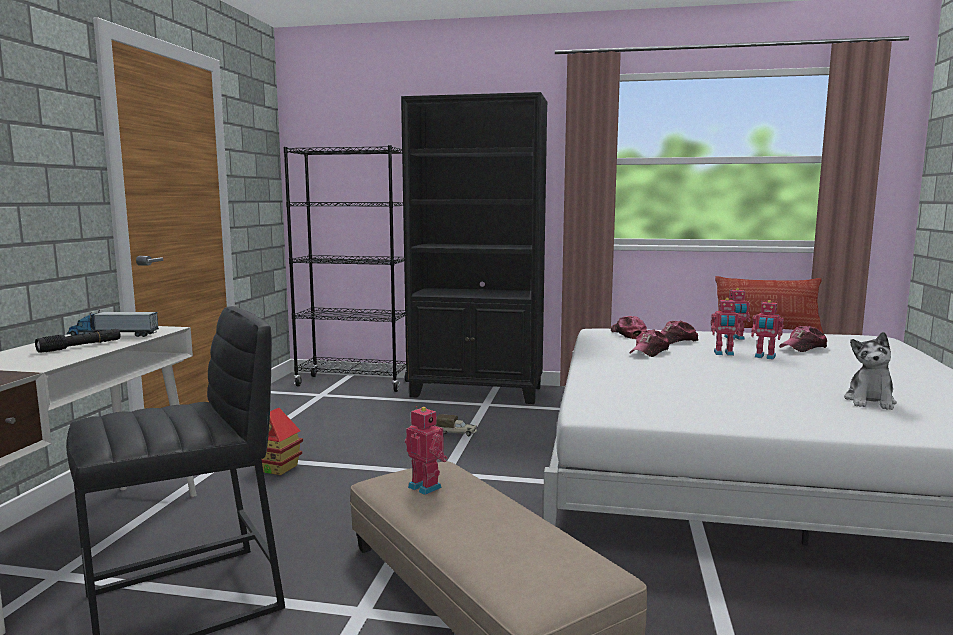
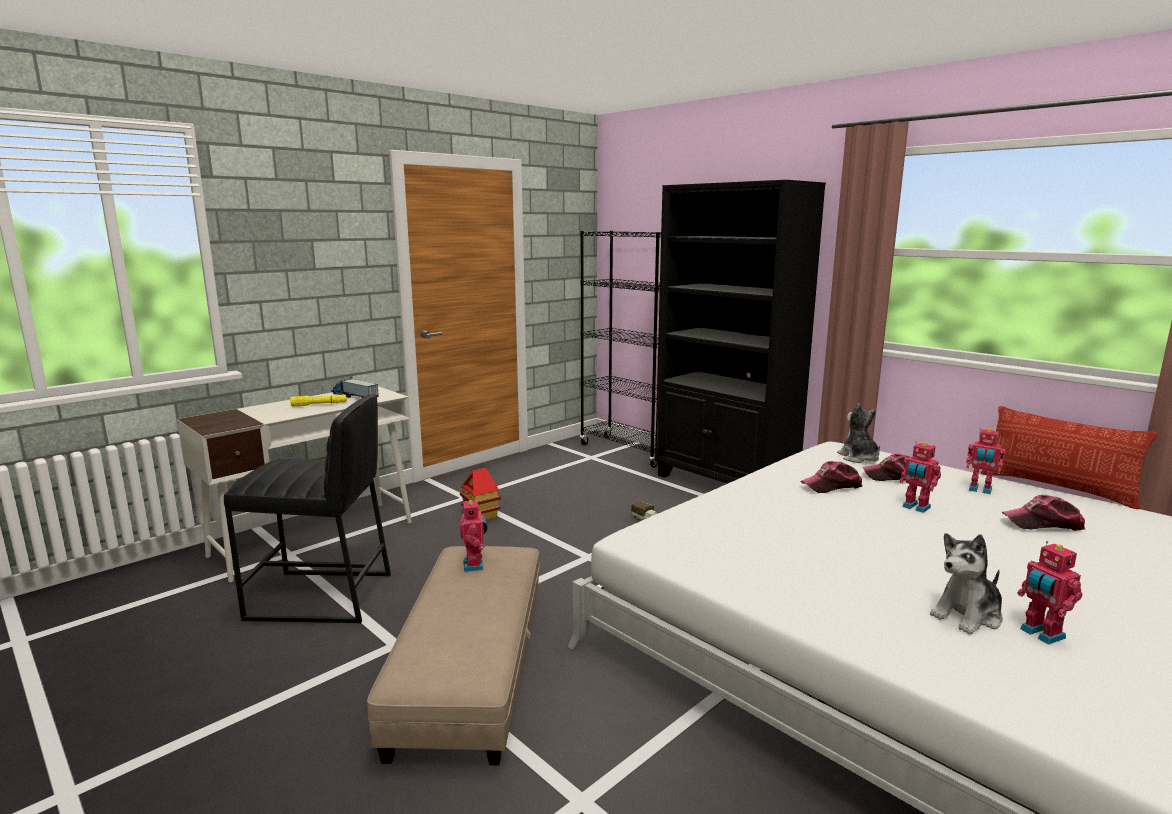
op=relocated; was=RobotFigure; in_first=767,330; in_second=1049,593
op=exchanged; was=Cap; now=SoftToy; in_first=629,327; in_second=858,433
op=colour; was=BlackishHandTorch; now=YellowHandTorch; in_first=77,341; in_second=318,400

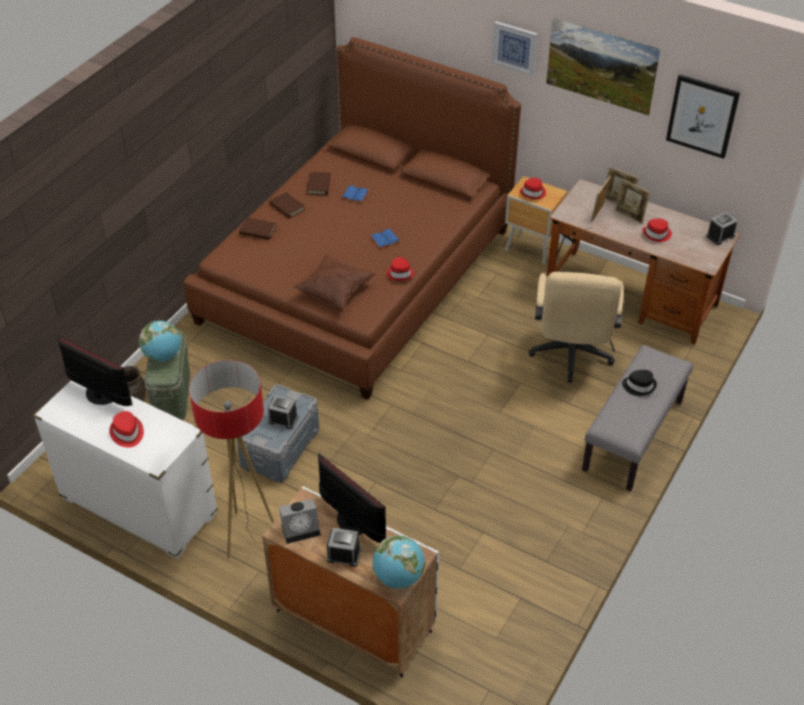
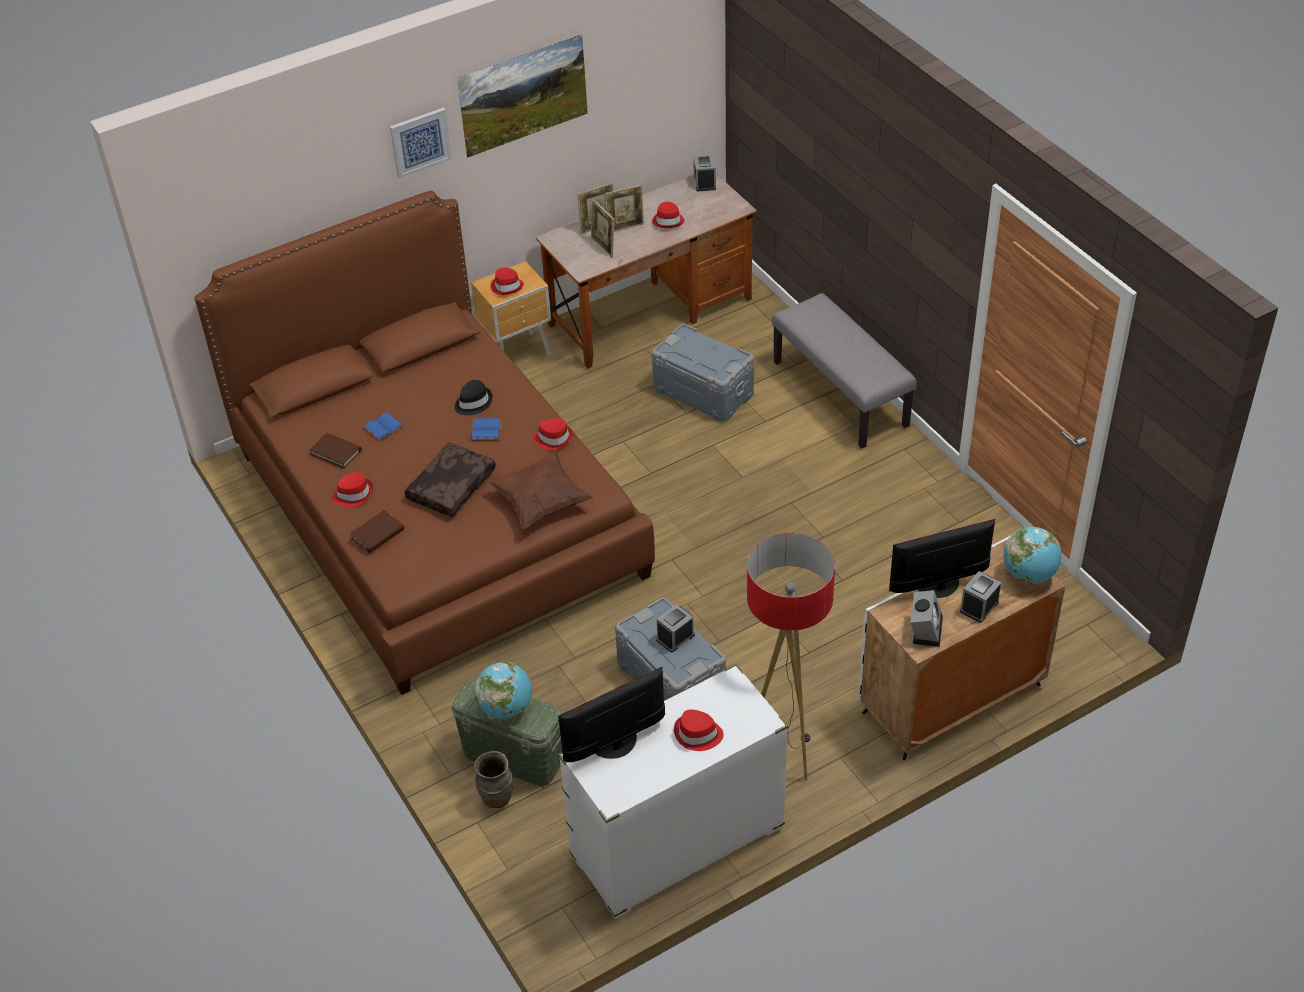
op=missing; was=WallPicture; in_first=703,116
op=appeared; now=BrownPillow; in_second=450,479
op=relocated; was=BlackishHat; in_first=639,383; in_second=473,397
op=exchanged; was=BrownBoundBook; now=ReddishHat; in_first=287,205; in_second=352,489
op=exchanged; was=SandColouredDeskChair; now=GreyStorageBox; in_first=576,327; in_second=703,373

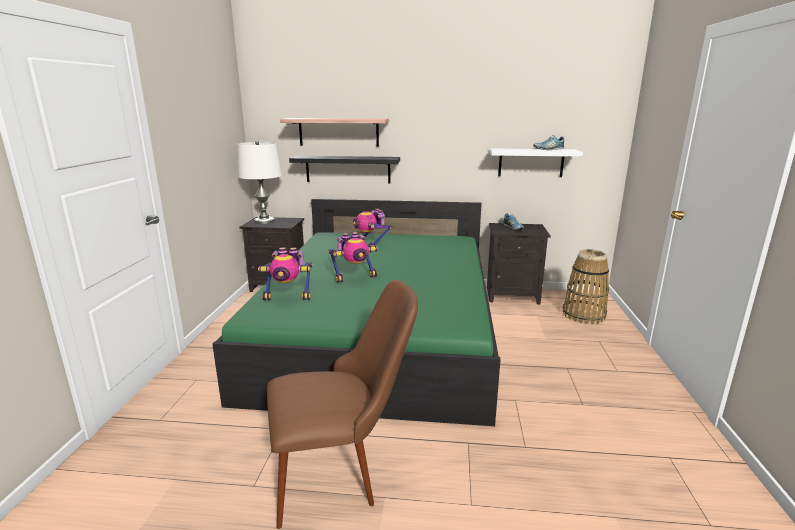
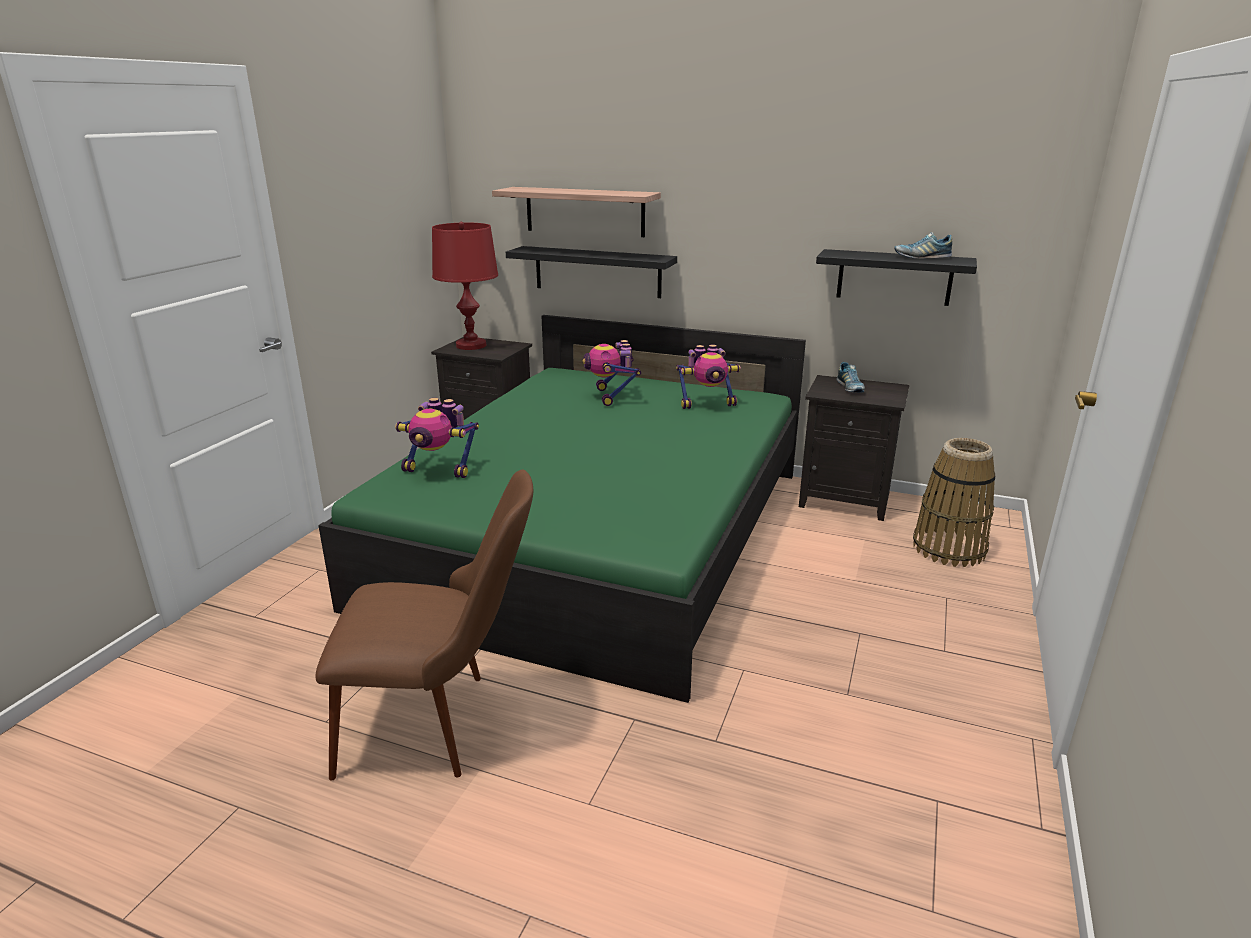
op=relocated; was=RobotFigure; in_first=353,257; in_second=708,377
op=colour; was=WhiteTableLamp; now=ReddishTableLamp; in_first=259,182; in_second=465,286
op=colour; was=WhiteShelf; now=BlackishShelf; in_first=536,162; in_second=896,277

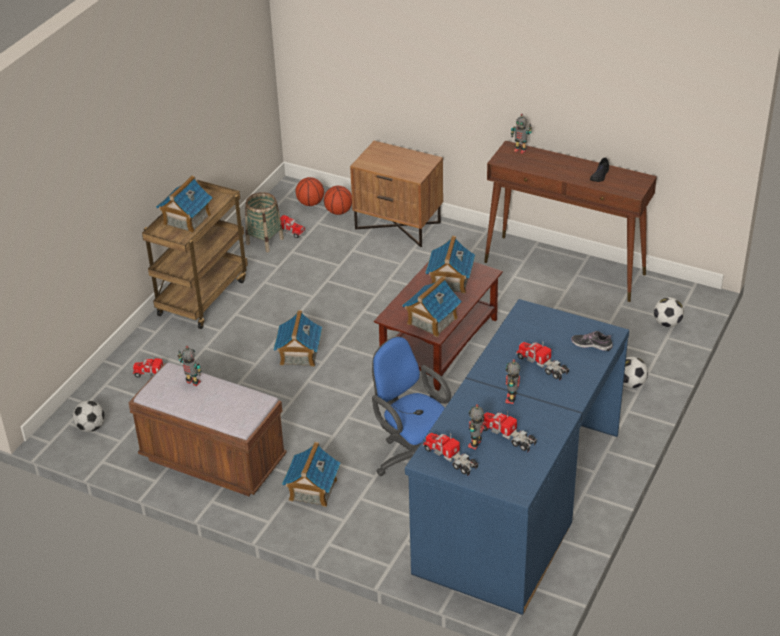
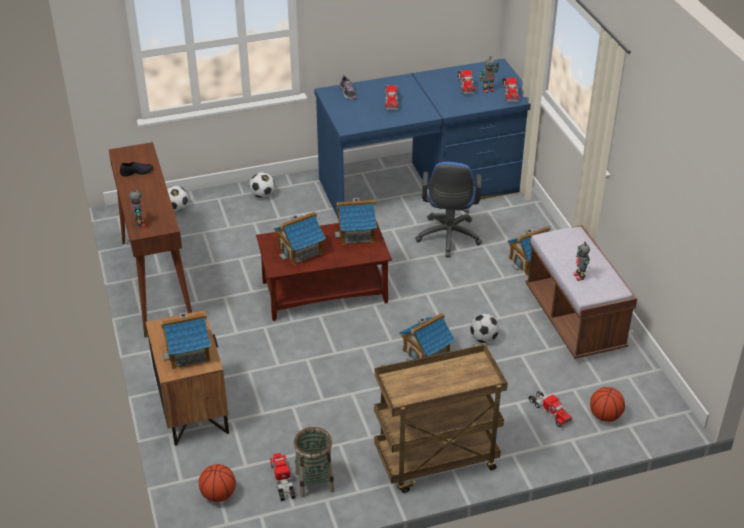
op=missing; was=RobotFigure; in_first=512,381
op=relocated; was=FootballBall; in_first=89,416; in_second=484,328
op=relocated; was=ModelHouse; in_first=184,204; in_second=186,340
op=relocated; was=BallForBasketball; in_first=338,200; in_second=607,404

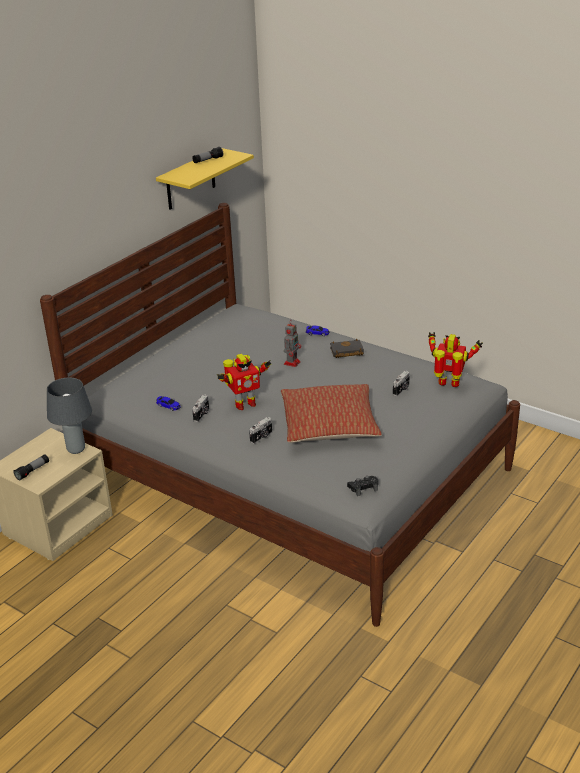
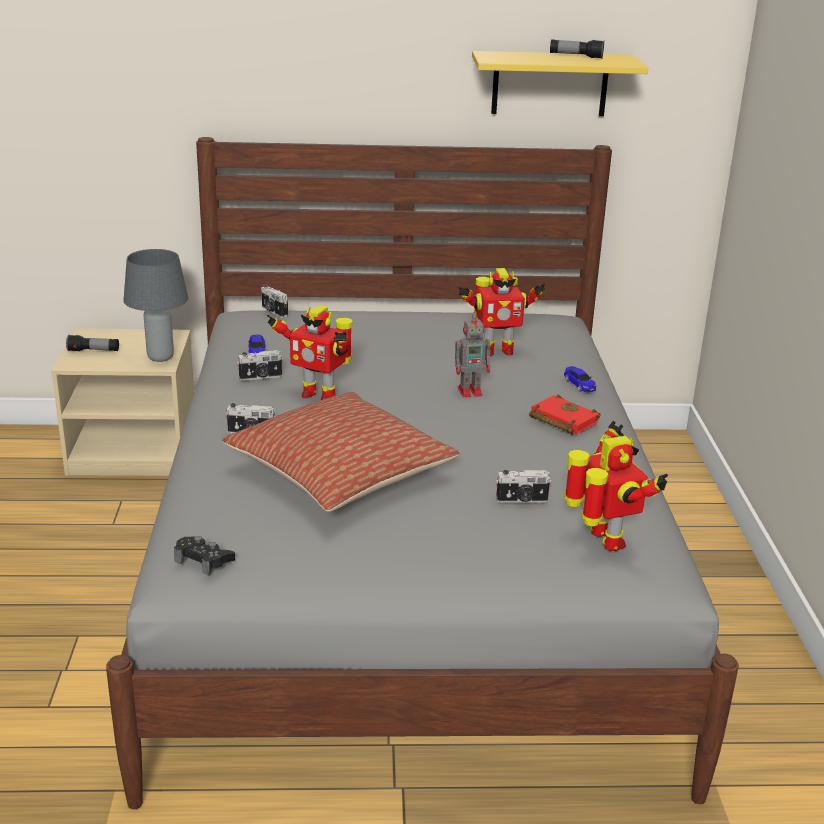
op=appeared; now=StillCamera; in_second=274,301
op=appeared; now=RobotFigure; in_second=502,312
op=colour; was=BlackishBoundBook; now=ReddishBoundBook; in_first=347,348; in_second=565,415

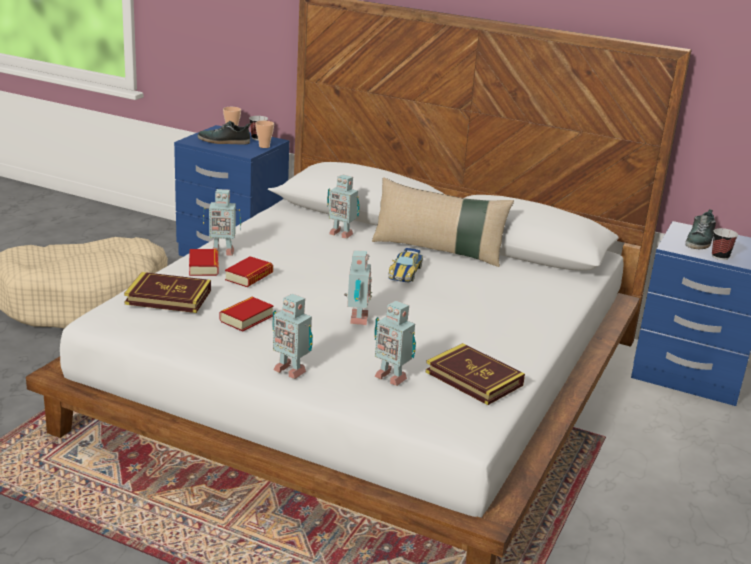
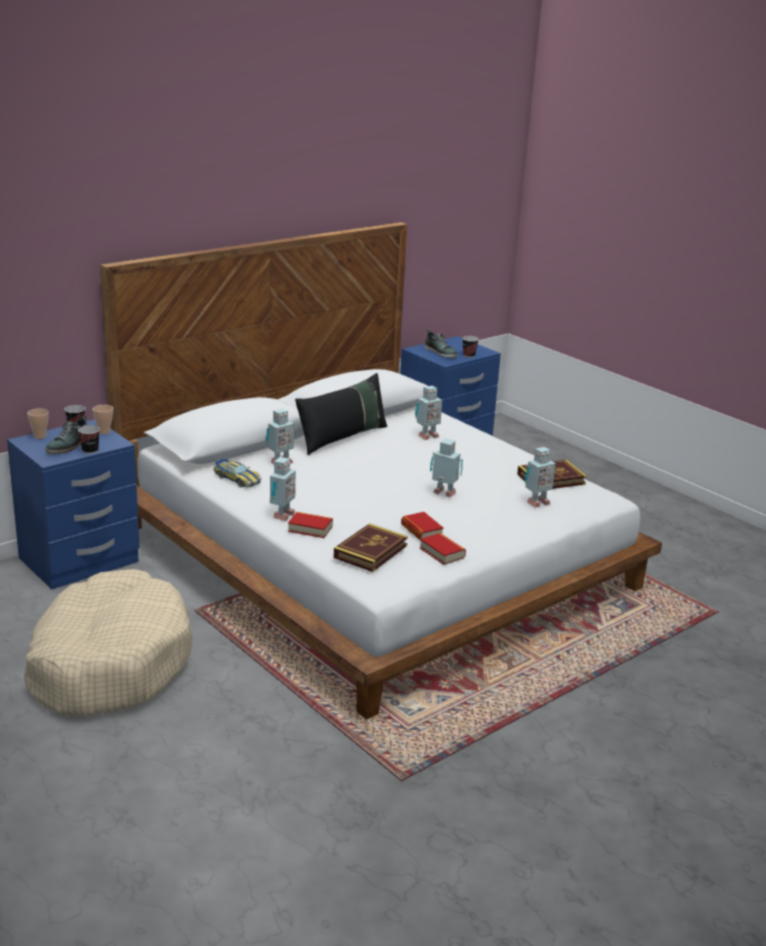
op=appeared; now=DrinkingCup; in_second=89,439
op=relocated; was=BoundBook; in_first=249,272; in_second=443,549
op=relocated; was=RobotFigure; in_first=292,336; in_second=428,413
op=relocated; was=ModelCar; in_first=405,265; in_second=237,473
op=colour; was=SandColouredPillow; now=BlackishPillow; in_first=443,222; in_second=341,414

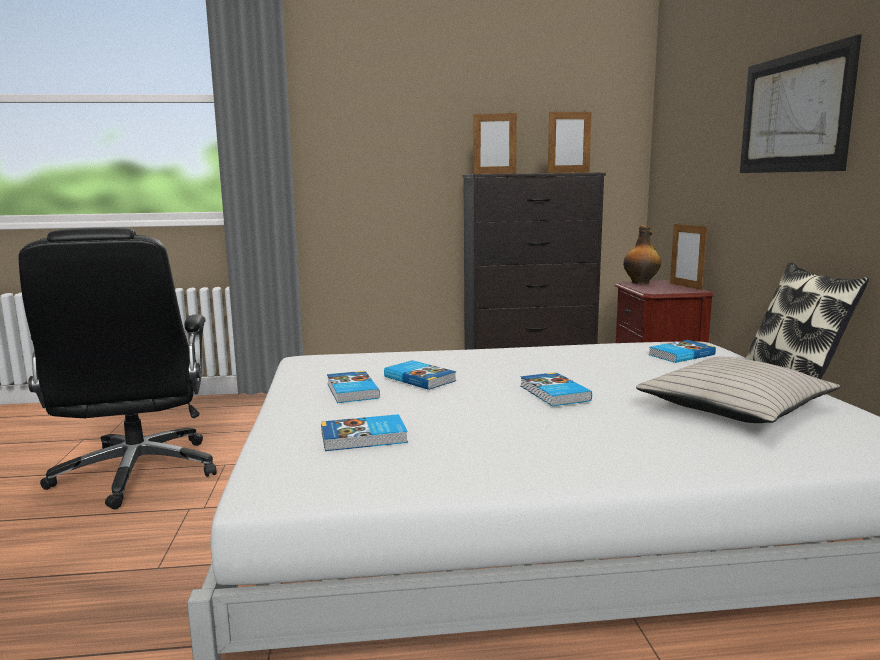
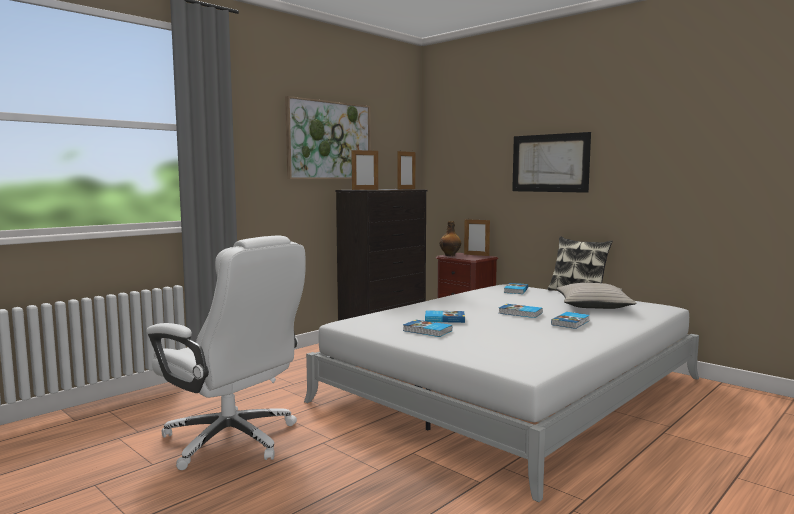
op=appeared; now=WallPicture; in_second=328,137
op=relocated; was=BoundBook; in_first=364,432; in_second=570,320
op=colour; was=BlackishDeskChair; now=WhiteDeskChair; in_first=118,368; in_second=226,353

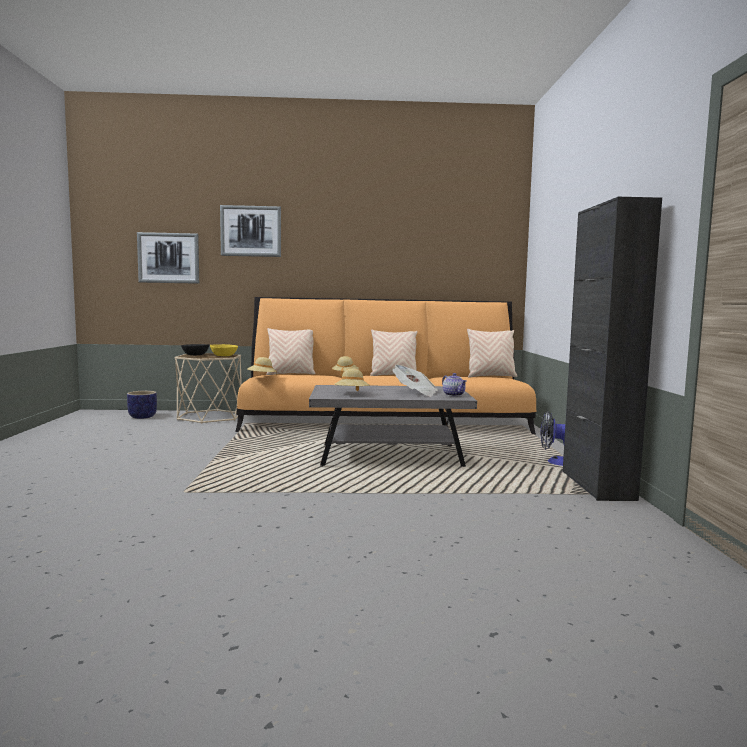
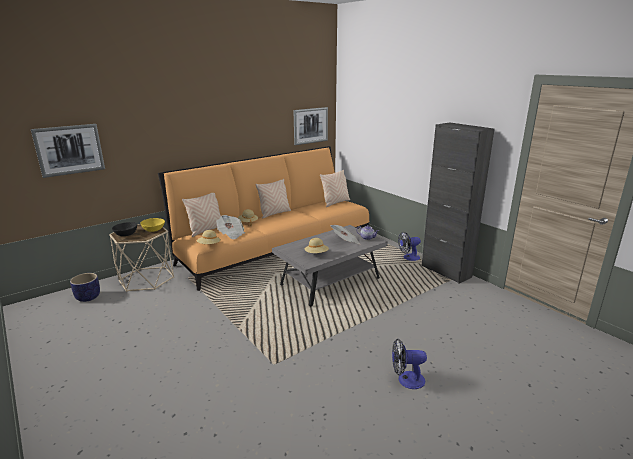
op=appeared; now=Newspaper; in_second=230,227
op=appeared; now=Fan; in_second=409,363
op=relocated; was=WallPicture; in_first=250,231; in_second=311,126

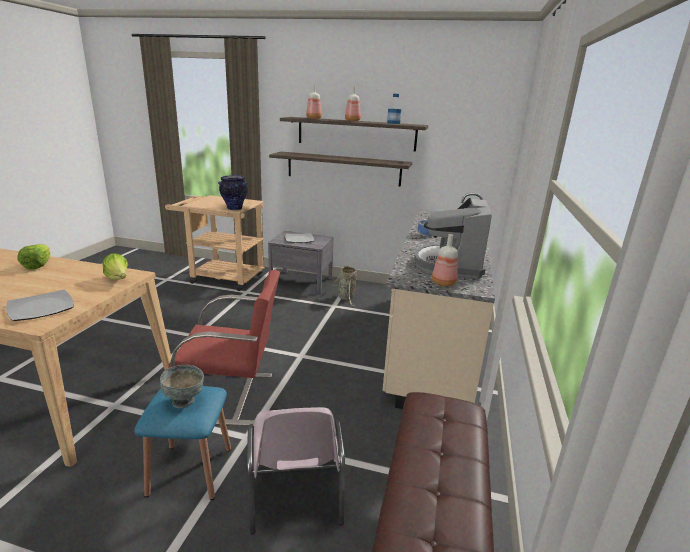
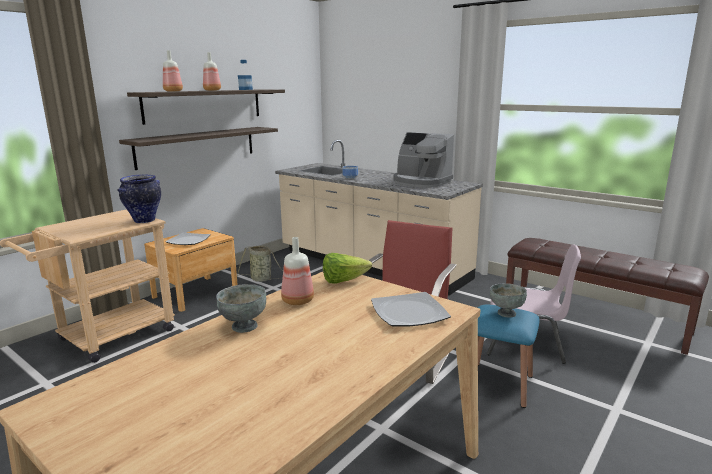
op=relocated; was=BeverageBottle; in_first=445,260; in_second=297,271
op=exchanged; was=LettuceHead; now=GreyBowl; in_first=34,257; in_second=241,308
op=colour; was=GreyBedsideTable; now=BrownBedsideTable; in_first=301,262; in_second=191,270

